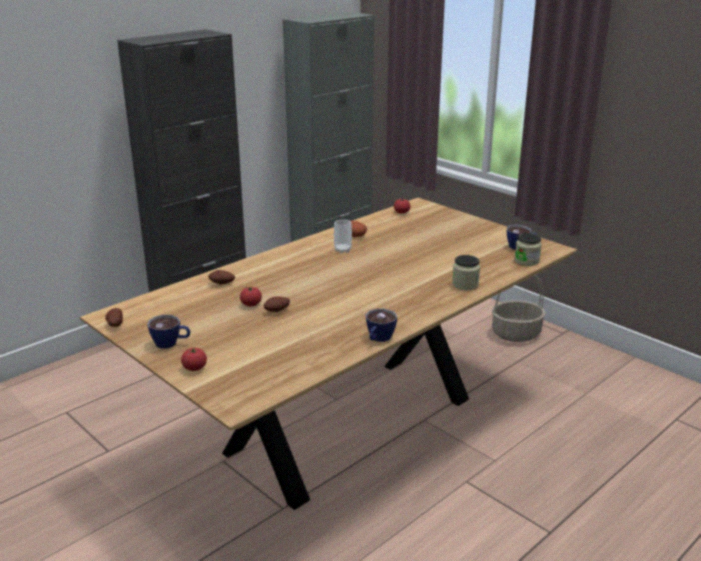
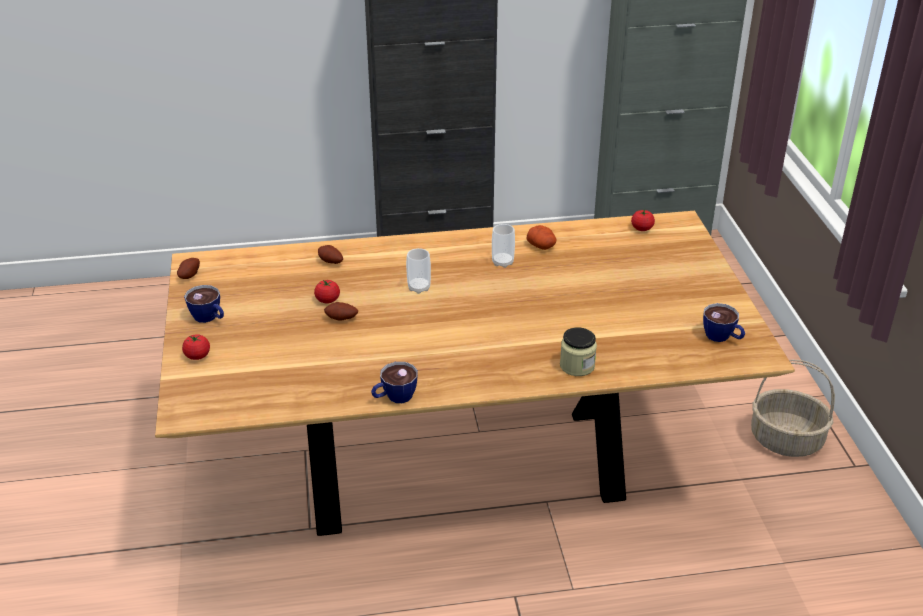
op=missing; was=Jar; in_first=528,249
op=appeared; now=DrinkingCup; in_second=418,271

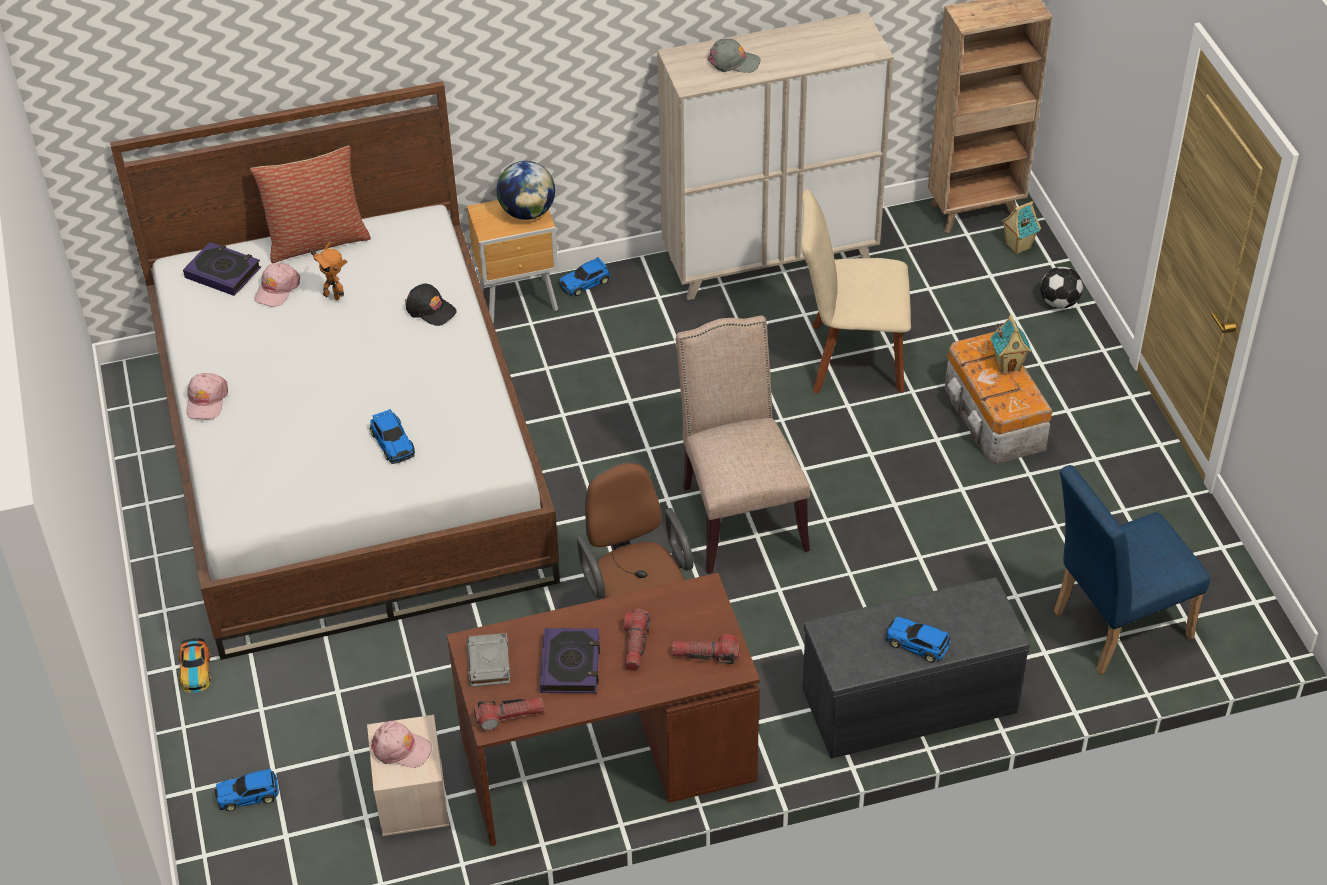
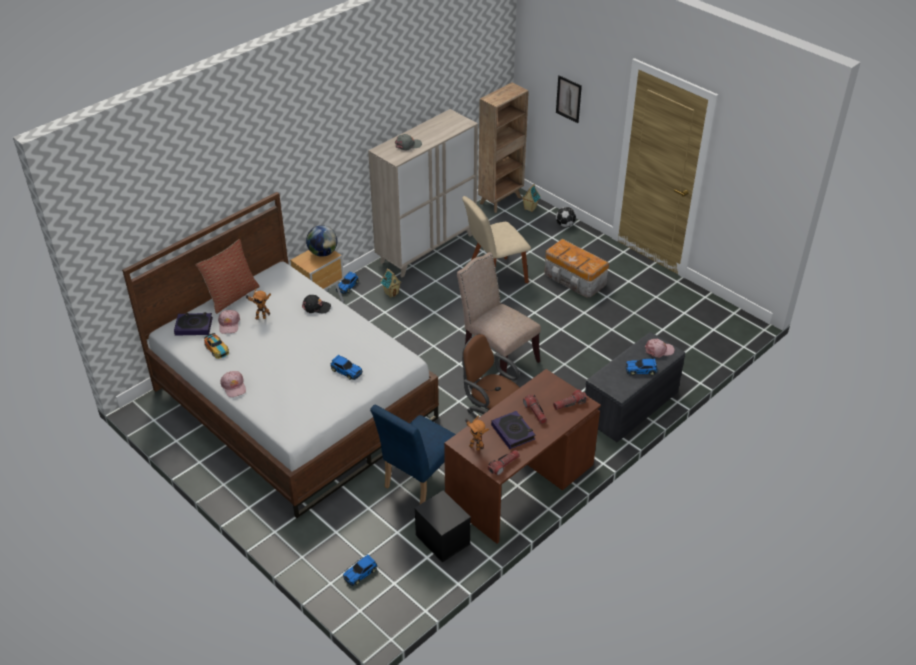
op=appeared; now=WallPicture; in_second=569,99
op=relocated; was=ModelCar; in_first=195,665; in_second=216,346
op=relocated; was=PinkColouredCap; in_first=401,744; in_second=659,348
op=relocated; was=ModelHouse; in_first=1011,344; in_second=391,283
op=relocated; was=BlueChair; in_first=1132,569; in_second=413,454
op=exchanged; was=GreyBoundBook; now=RobotFigure; in_first=488,660; in_second=477,433
op=colour; was=SandColouredStorageBox; now=BlackishStorageBox; in_first=408,775; in_second=442,526

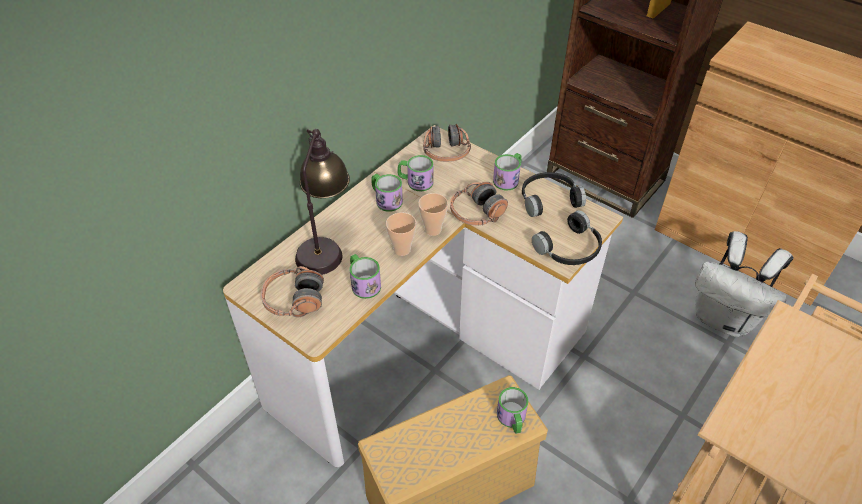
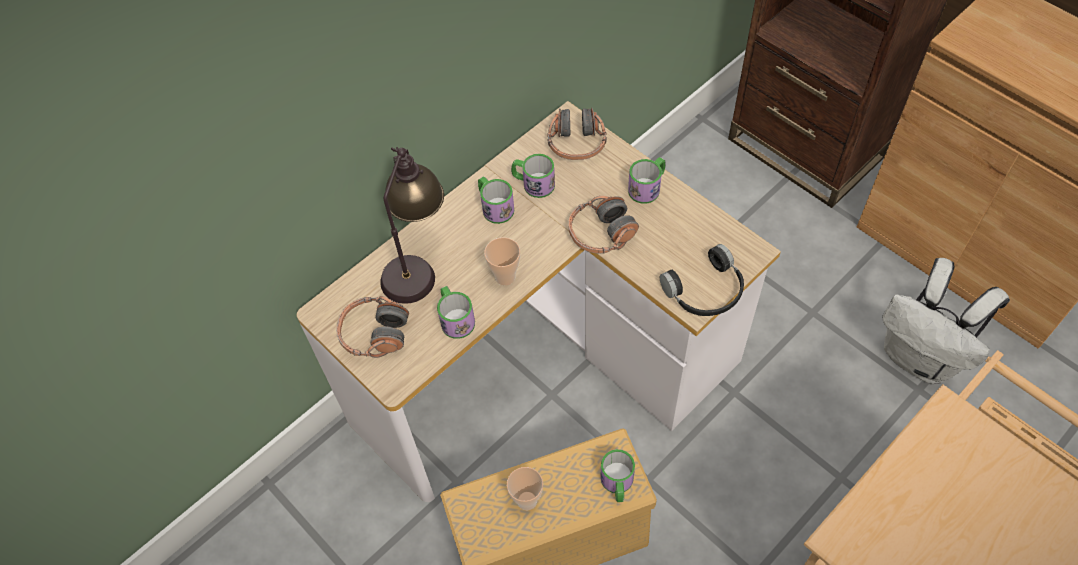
op=missing; was=BlackishHeadphones; in_first=554,194
op=relocated; was=DrinkingCup; in_first=433,214; in_second=525,488

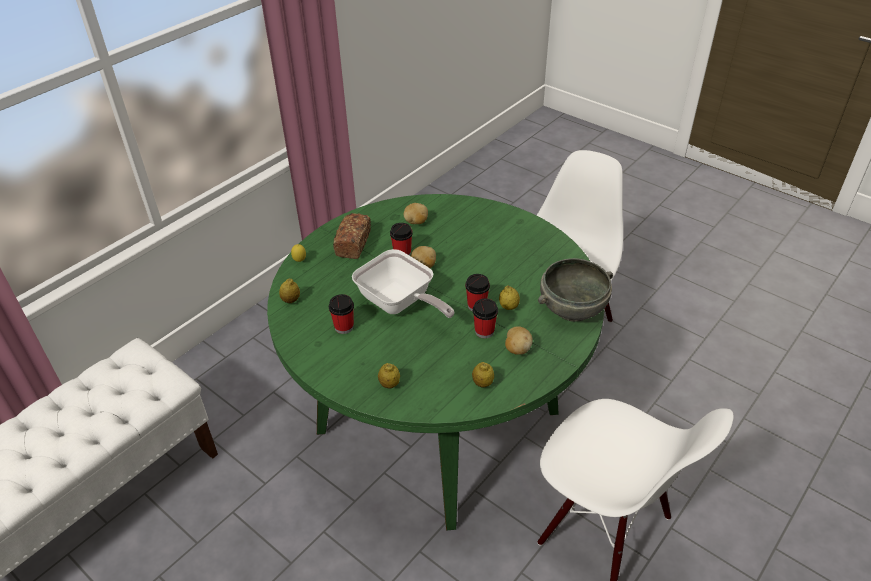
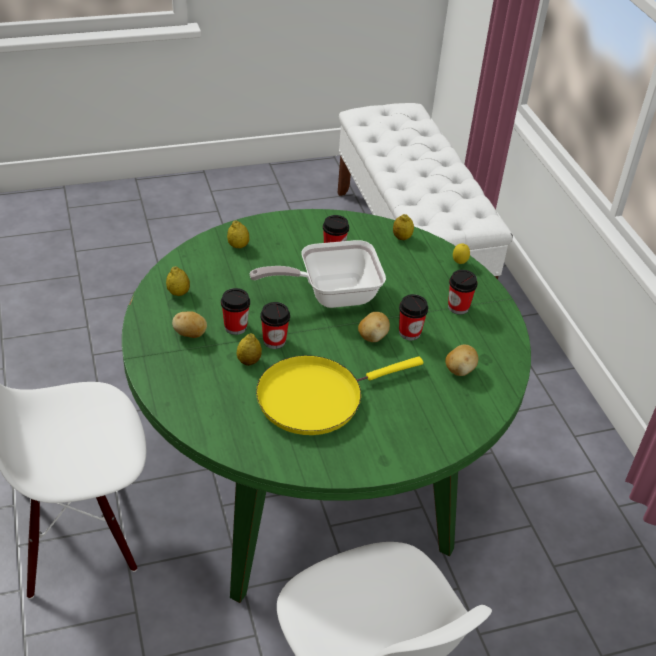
op=missing; was=GreyBowl; in_first=575,290
op=appeared; now=YellowFryingPan; in_second=339,395
op=exchanged; was=BakedBread; now=DrinkingCup; in_first=352,236; in_second=463,292

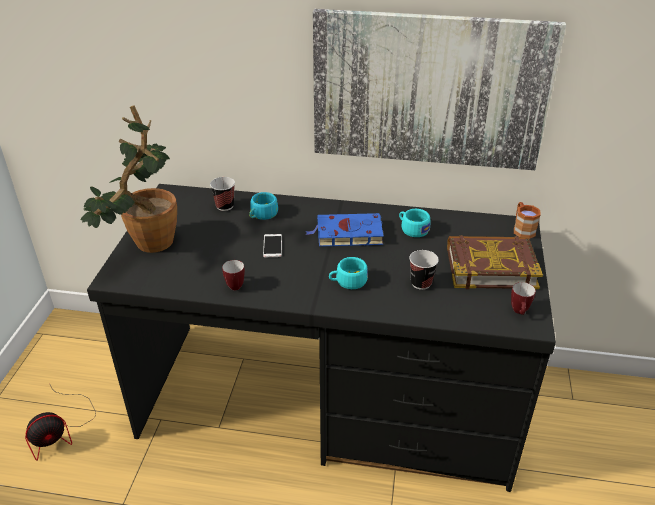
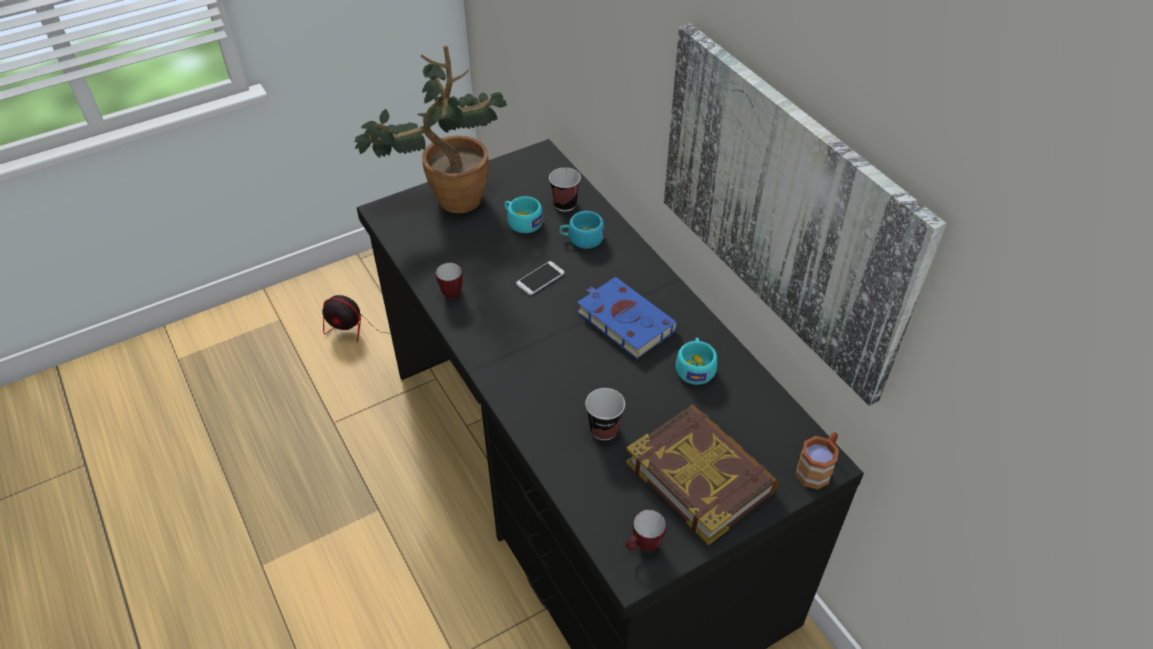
op=relocated; was=TurquoiseDrinkingCup; in_first=348,273; in_second=523,214

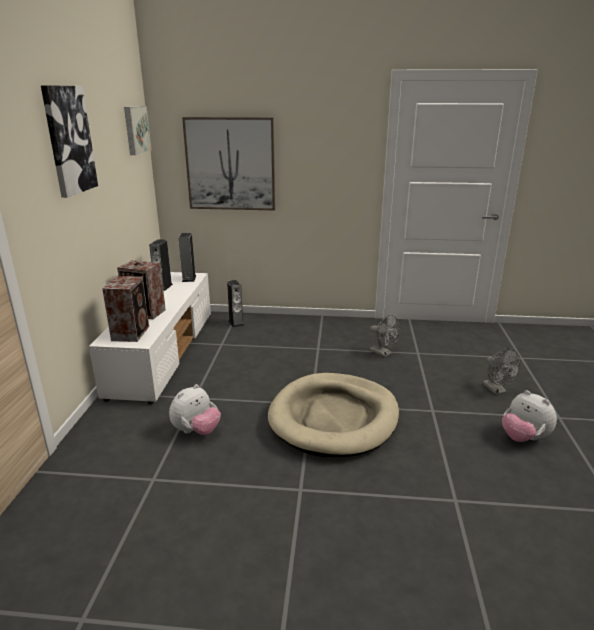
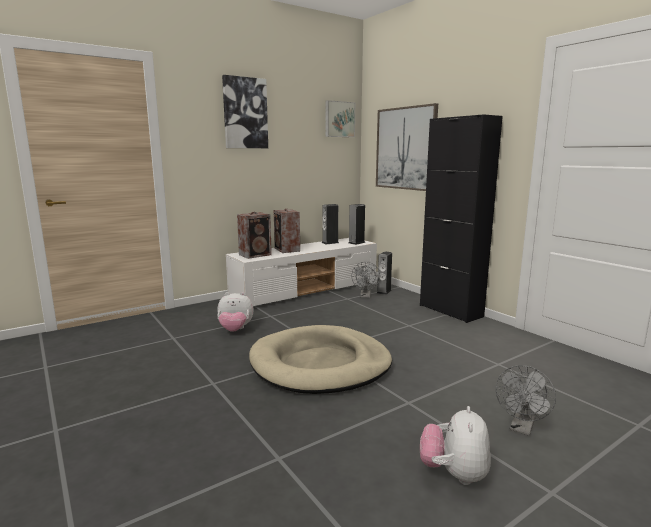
op=appeared; now=BlackishStorageCabinet; in_second=461,218
op=relocated; was=GreyFan; in_first=385,336; in_second=365,280

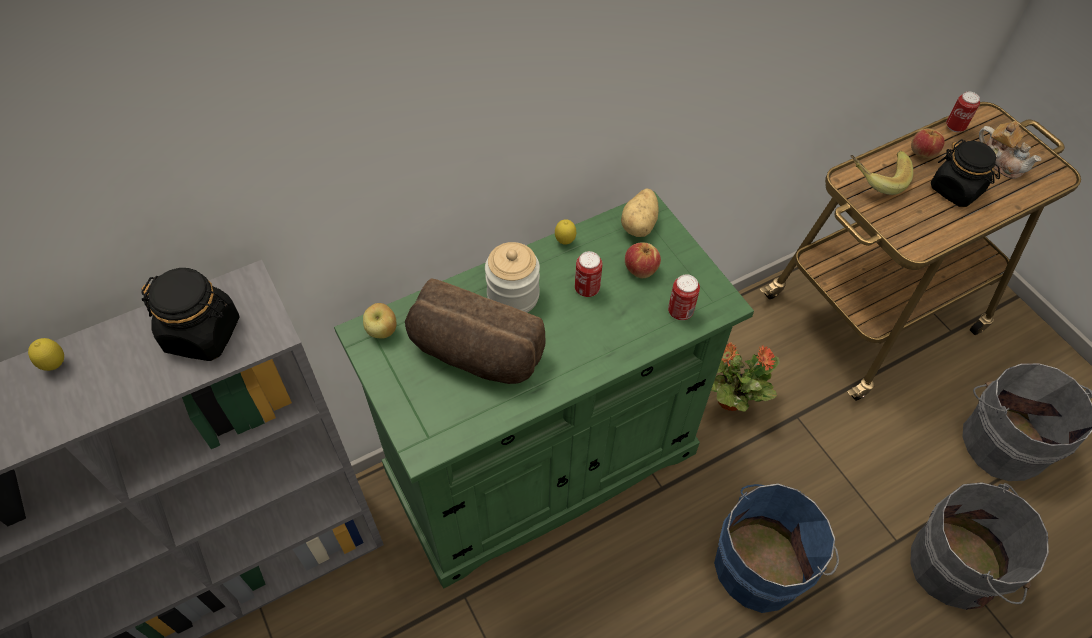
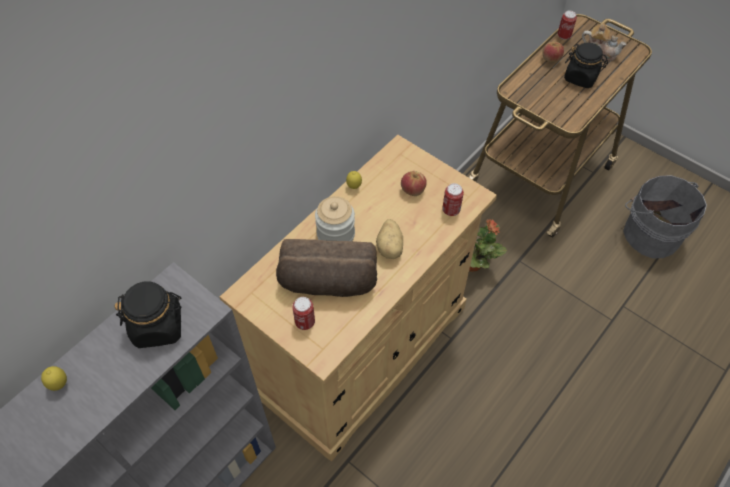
op=missing; was=AppleFruit; in_first=380,321
op=missing; was=BlueWaterBucket; in_first=776,548
op=missing; was=Banana; in_first=881,173
op=missing; was=GreyWaterBucket; in_first=979,546
op=relocated; was=MetalCan; in_first=588,274; in_second=303,313
op=relocated; was=Potato; in_first=640,212; in_second=389,239
op=colour; was=GreenishStorageCabinet; now=SandColouredStorageCabinet; in_first=544,390; in_second=358,298

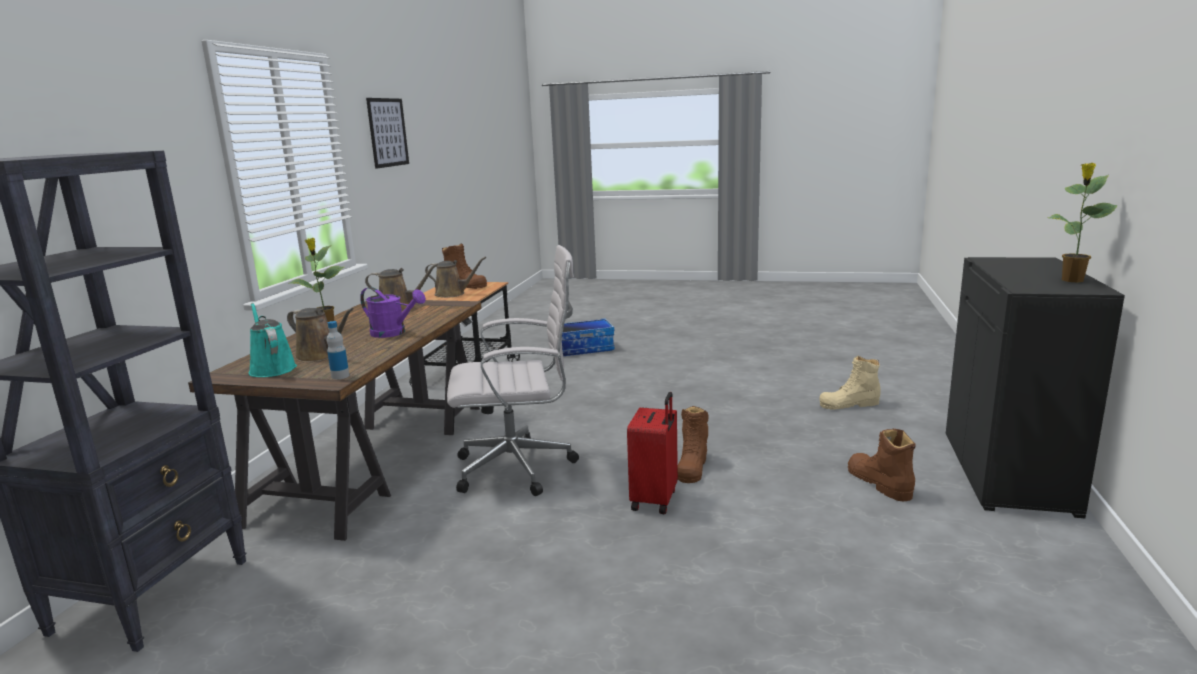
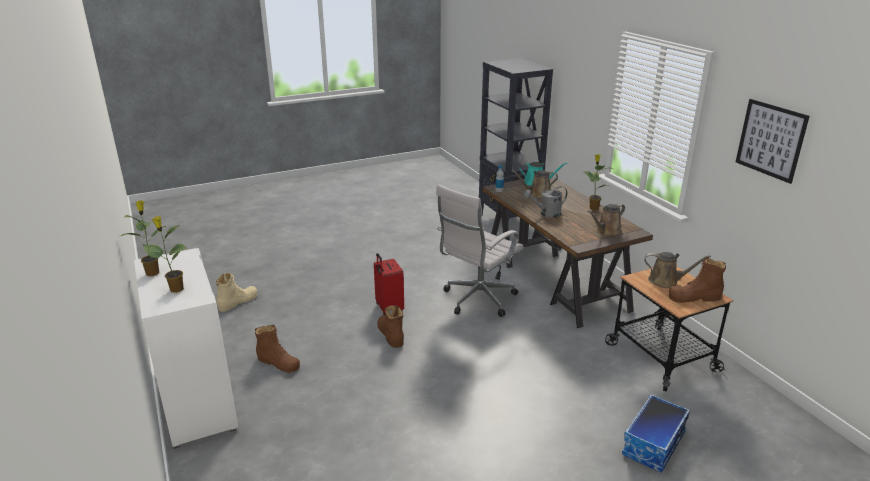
op=appeared; now=PottedPlant; in_second=165,254
op=relocated; was=SandColouredTallBoot; in_first=850,383; in_second=236,292
op=colour; was=PurplishSprinklingCan; now=GreySprinklingCan; in_first=393,312; in_second=545,202
op=colour; was=BlackishStorageCabinet; now=WhiteStorageCabinet; in_first=1035,387; in_second=186,348
op=spun; was=BrownSprinklingCan; in_first=455,277; in_second=677,270; clockwise=-135

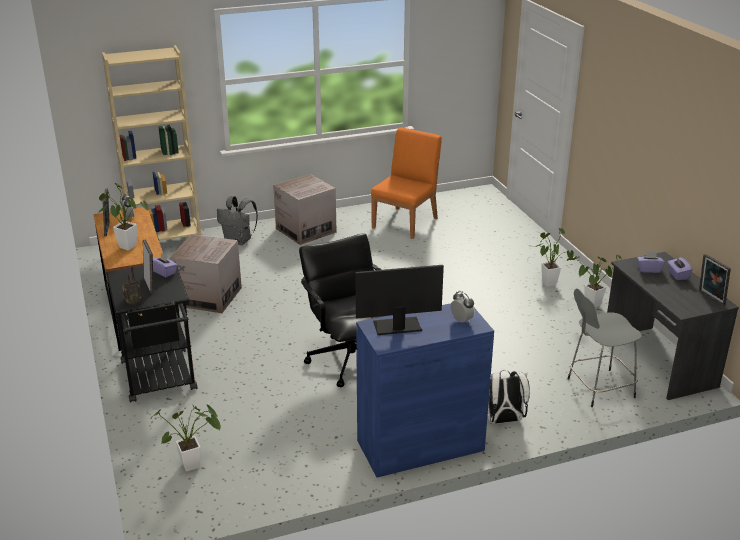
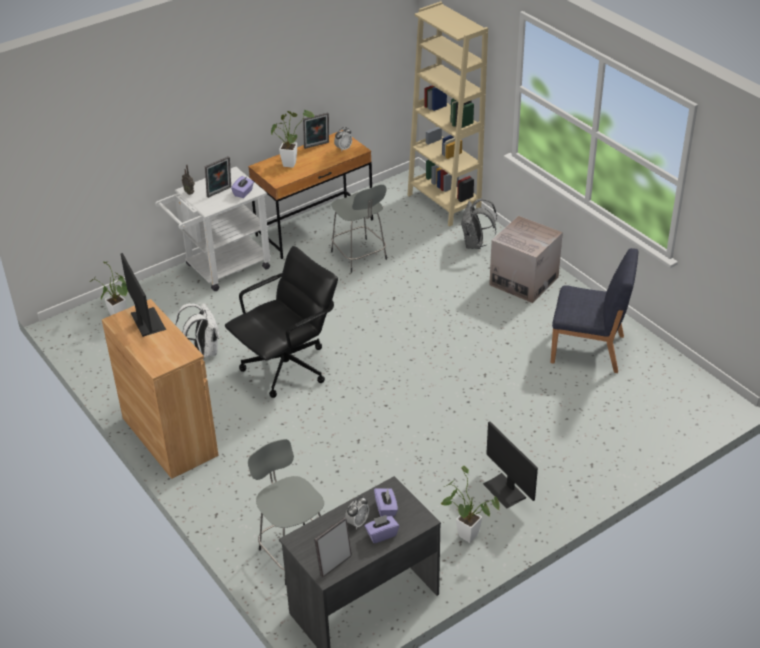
op=relocated; was=AlarmClock; in_first=463,307; in_second=357,512
op=relocated; was=WhiteKnapsack; in_first=508,397; in_second=197,330
op=exchanged; was=PackingBox; now=GreySittingStool; in_first=206,273; in_second=359,228
op=exchanged; was=PottedPlant; now=ComputerDisplay; in_first=554,257; in_second=510,465
op=colour; was=BlackishTrolley; now=WhiteTrolley; in_first=151,332; in_second=213,229
op=colour; was=BlueStorageCabinet; now=BrownStorageCabinet; in_first=425,390; in_second=160,389
op=colour; was=OrangeColouredChair; now=BlueChair; in_first=406,183; in_second=595,310

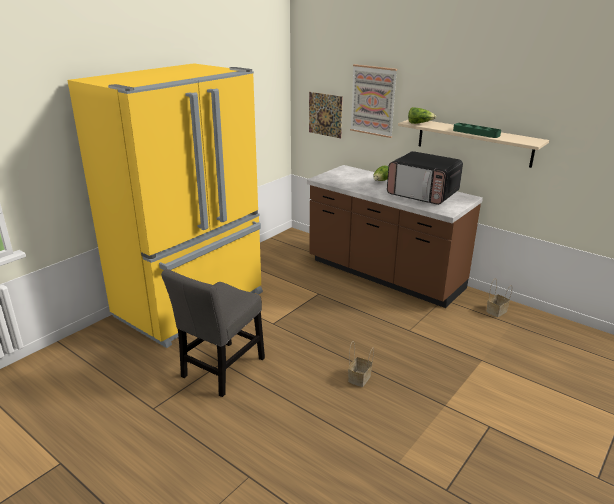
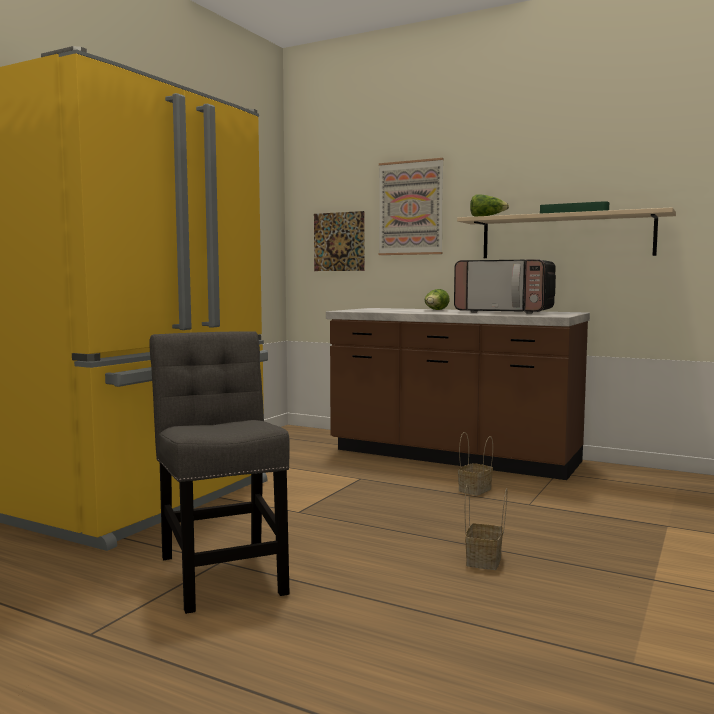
op=relocated; was=Basket; in_first=499,297; in_second=475,464
op=spun; was=GreyChair; in_first=213,333; in_second=219,472; clockwise=135

